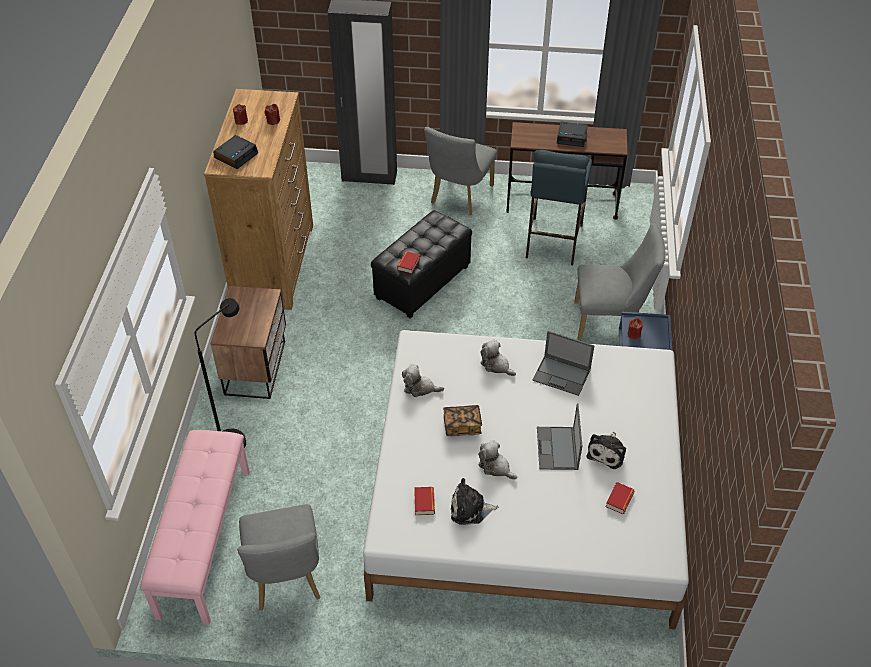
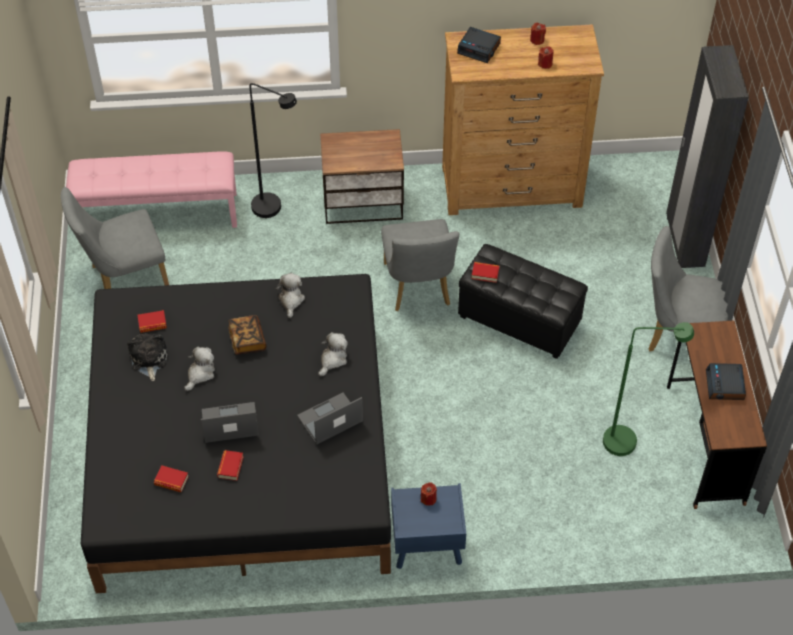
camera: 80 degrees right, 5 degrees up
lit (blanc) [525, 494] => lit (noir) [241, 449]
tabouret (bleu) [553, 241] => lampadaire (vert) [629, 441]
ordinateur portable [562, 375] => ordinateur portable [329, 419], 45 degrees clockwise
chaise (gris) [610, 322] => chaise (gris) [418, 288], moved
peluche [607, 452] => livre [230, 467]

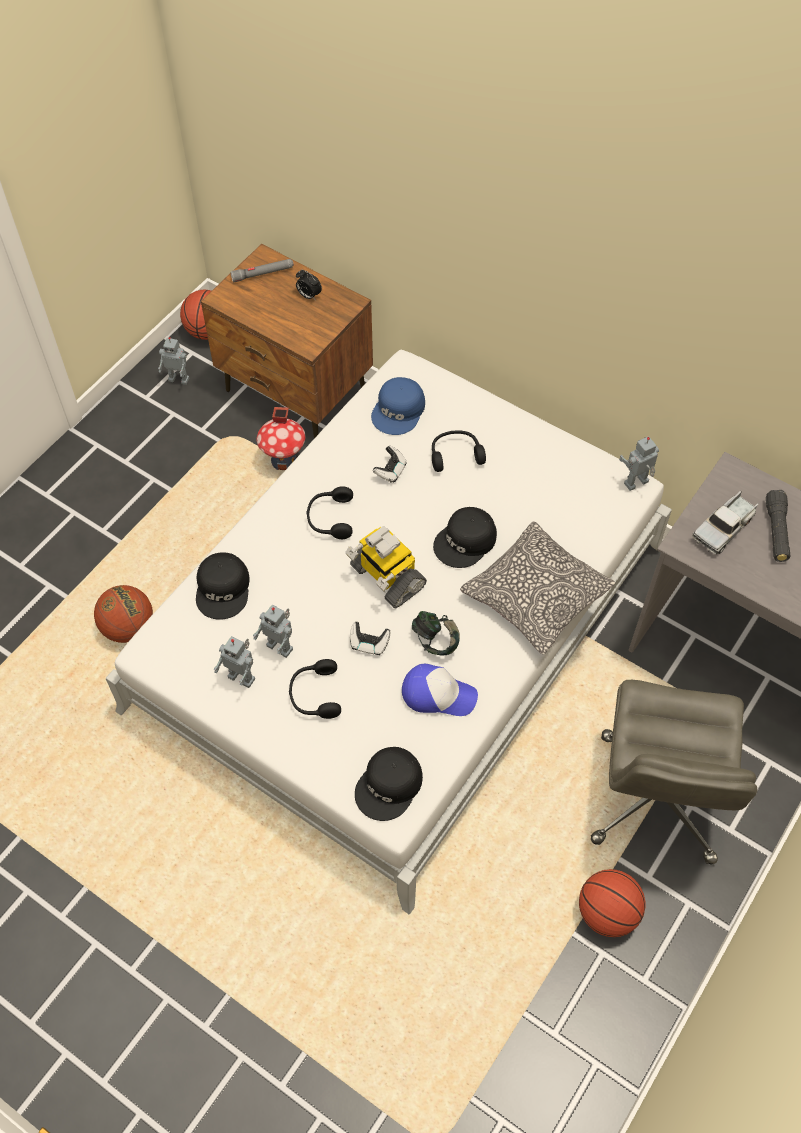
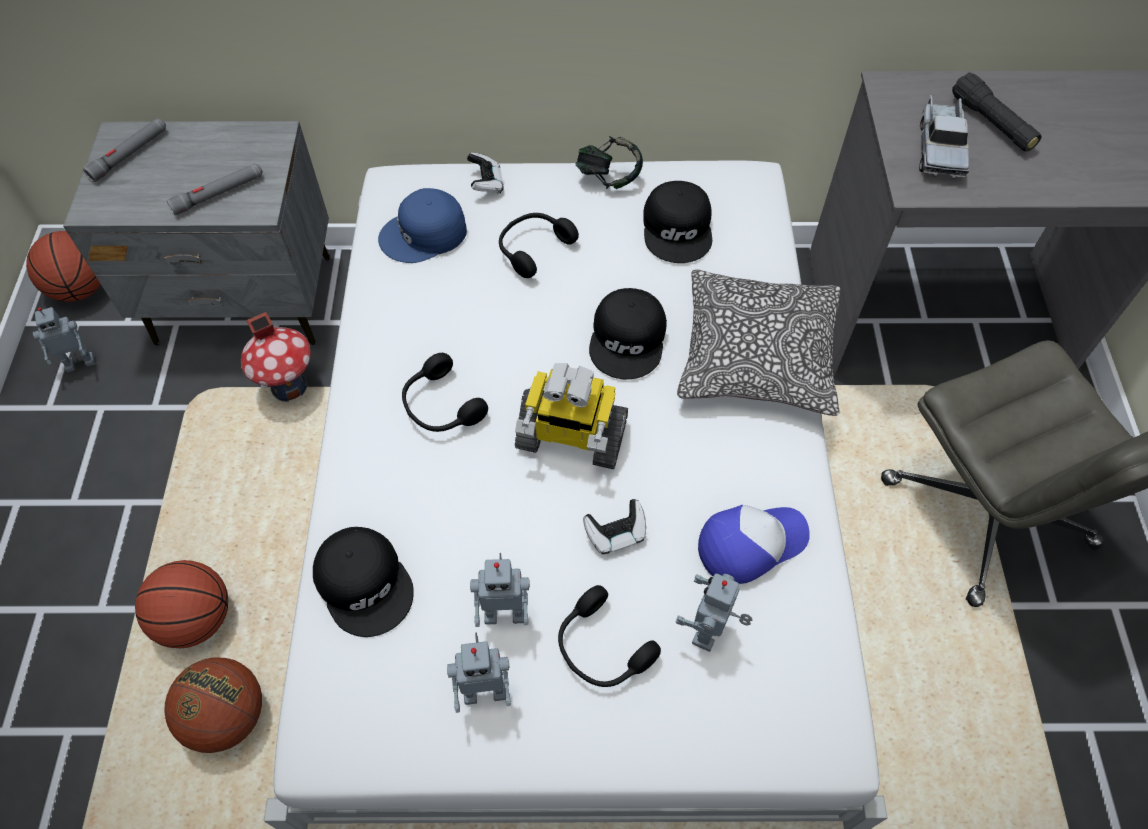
camera: 35 degrees left, 0 degrees up
table de chevet (marron) [296, 391] => table de chevet (gris) [246, 301]
réveil [308, 296] => nothing
casquette (noir) [390, 786] => casquette (noir) [678, 229], moved
casquette (bleu) [399, 410] => casquette (bleu) [424, 234], 75 degrees clockwise
manette [390, 470] => manette [486, 183], moved
casque audio [435, 641] => casque audio [608, 178], moved
ballon de basket [607, 912] => ballon de basket [197, 618], moved
robot jouet [636, 483] => robot jouet [710, 632], moved
nothing => lampe de poche (gris) [218, 194]

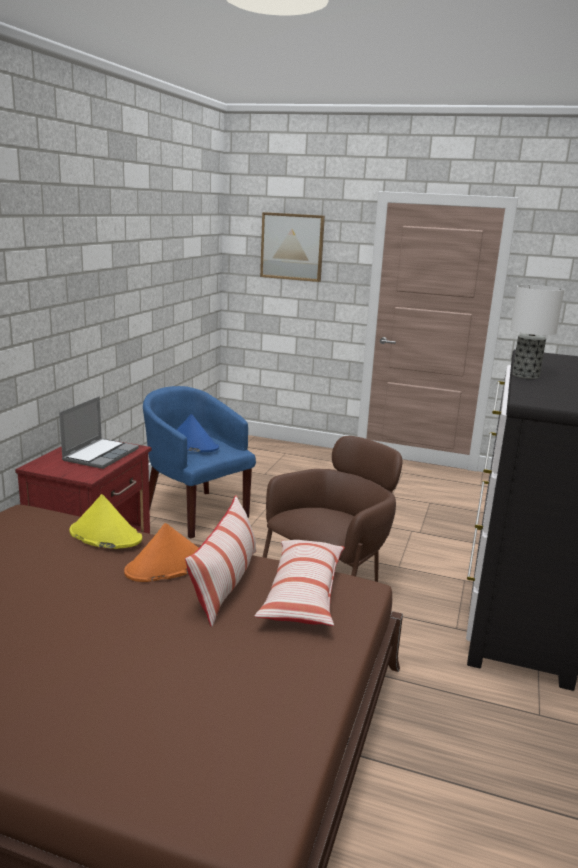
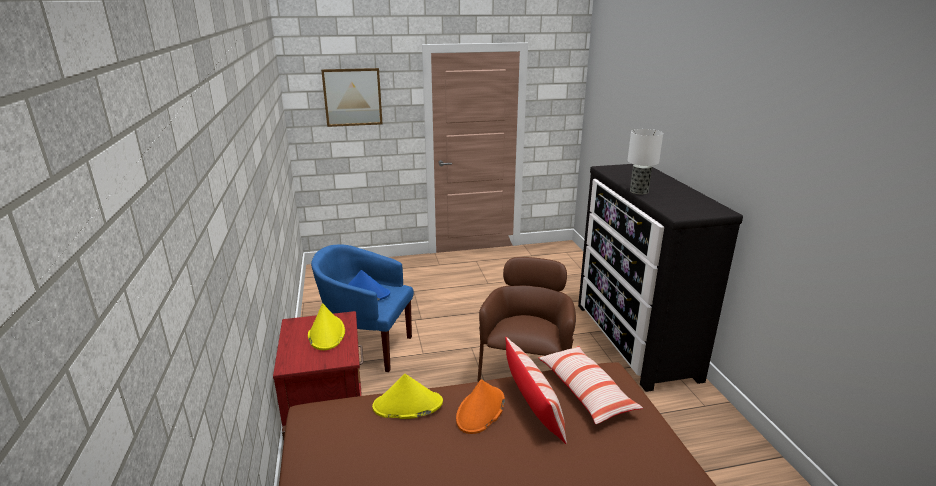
camera: 30 degrees left, 5 degrees up
ordinateur portable [100, 454] => chapeau (jaune) [326, 333]

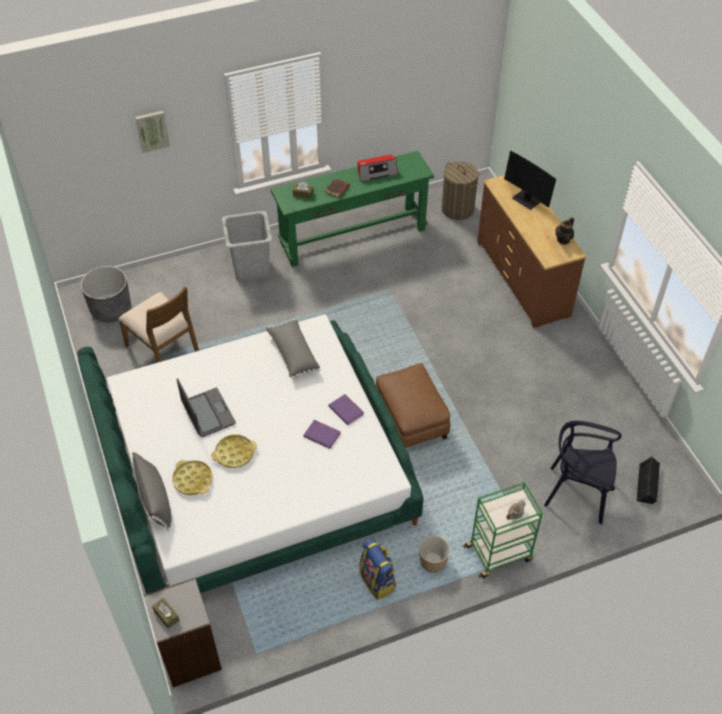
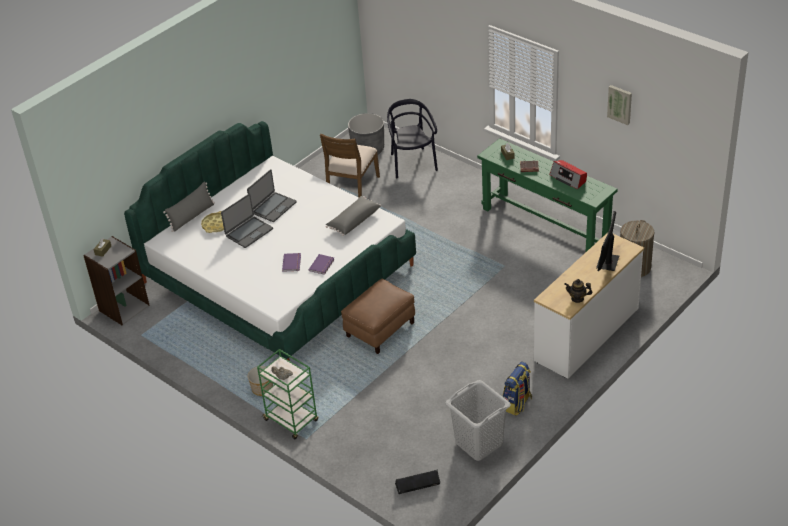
camera: 65 degrees right, 10 degrees down
tableau [152, 130] => tableau [620, 104], moved
plateau (jaune) [234, 453] => ordinateur portable [249, 232]
panier à linge (gris) [251, 268] => panier à linge (gris) [478, 444], moved
sac à dos [378, 581] => sac à dos [517, 404], moved
commode (marron) [523, 278] => commode (blanc) [587, 335]
chaise (noir) [577, 493] => chaise (noir) [412, 163], moved

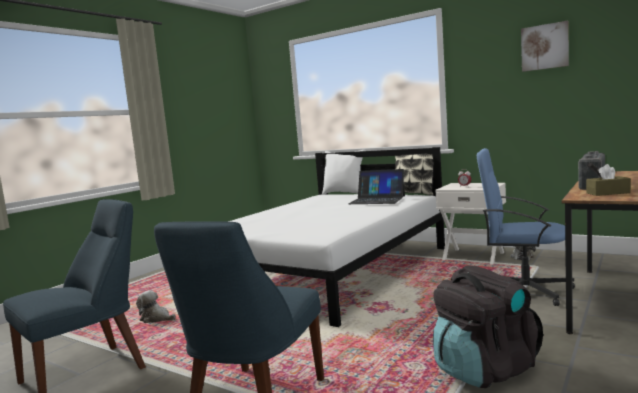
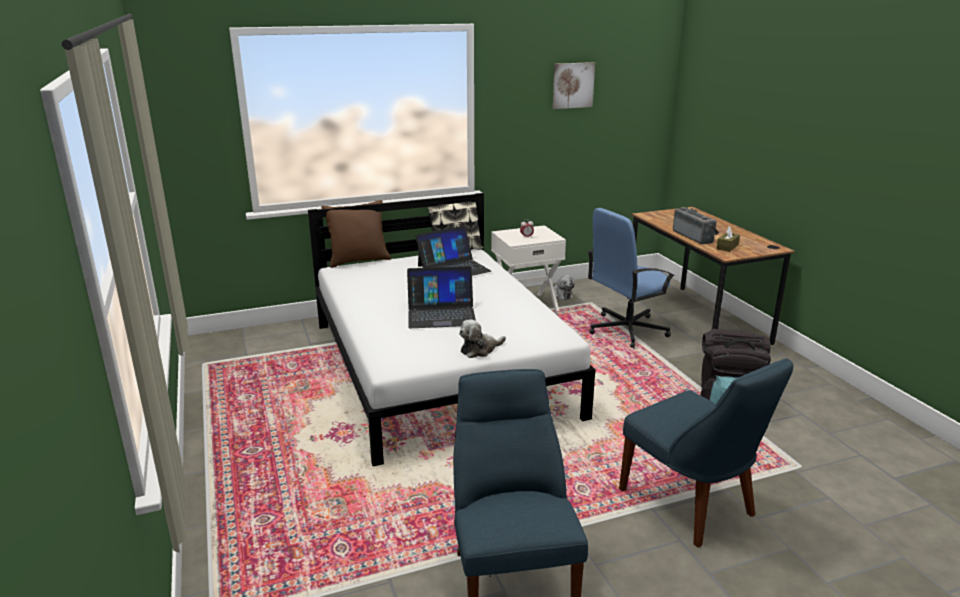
camera: 55 degrees left, 15 degrees up
peluche [156, 319] => peluche [480, 350], moved
coussin (blanc) [344, 193] => coussin (marron) [358, 261]
nothing => ordinateur portable [441, 314]

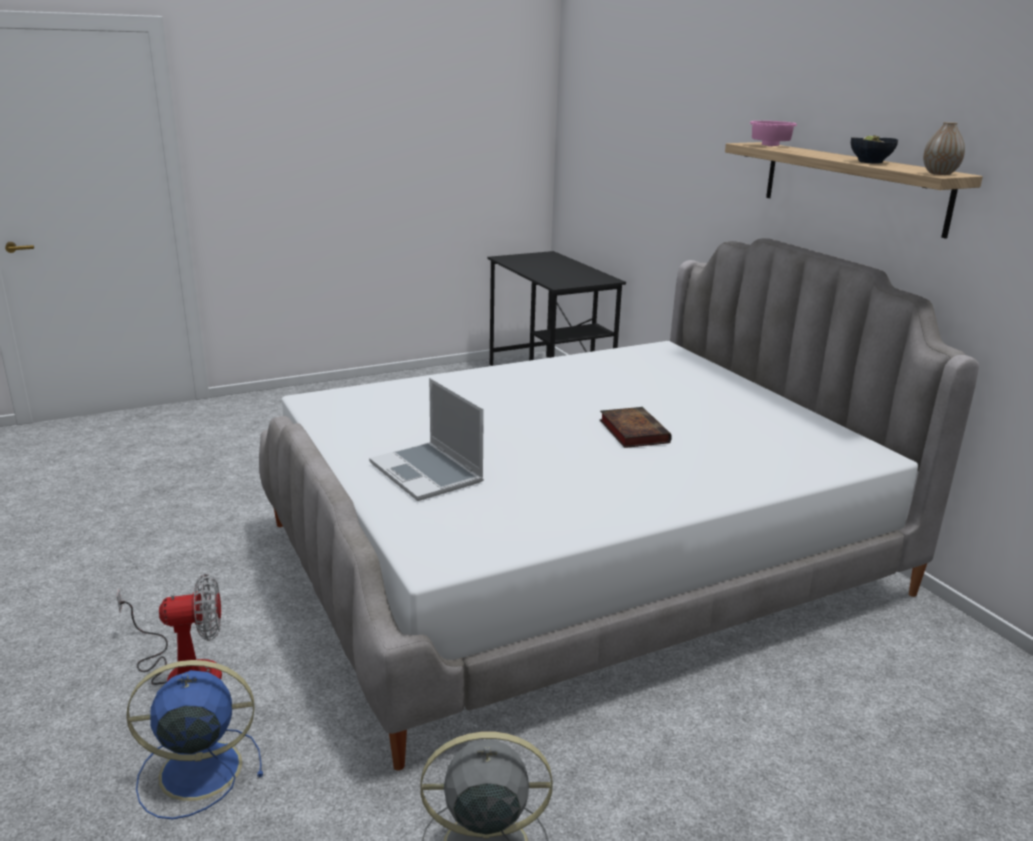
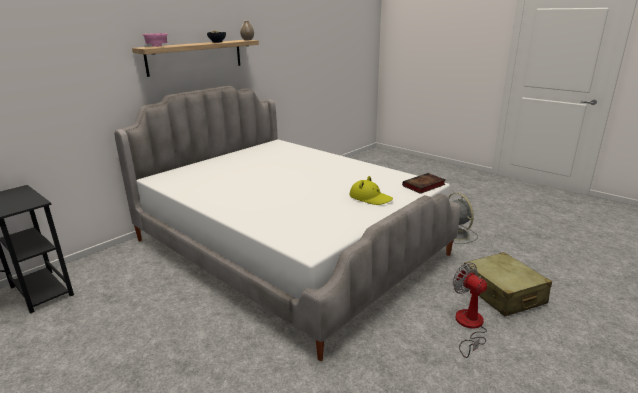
camera: 110 degrees left, 0 degrees up
ventilateur (bleu) [196, 771] => valise (beige) [502, 293]
ordinateur portable [428, 473] => chapeau (jaune) [370, 198]
livre [632, 431] => livre [423, 186], moved

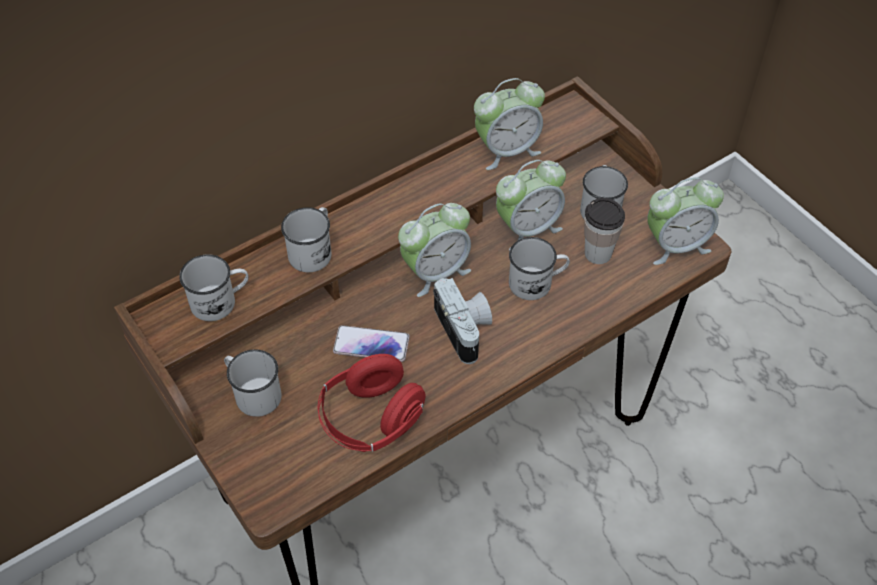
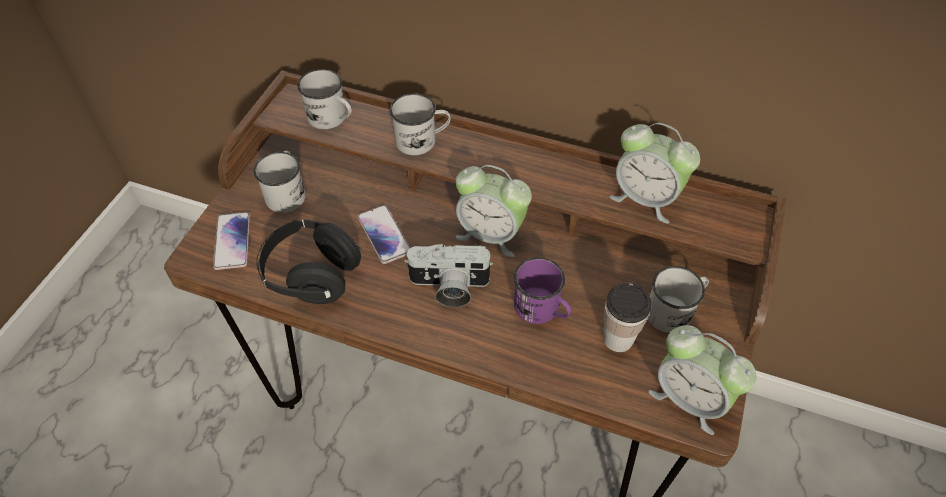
camera: 55 degrees right, 0 degrees up
casque audio (rouge) [371, 420] => casque audio (noir) [312, 275]
appareil photo [466, 330] => appareil photo [448, 287], 60 degrees clockwise
réveil [528, 228] => nothing
mug (blanc) [537, 283] => mug (violet) [542, 310]
nothing => téléphone [232, 241]

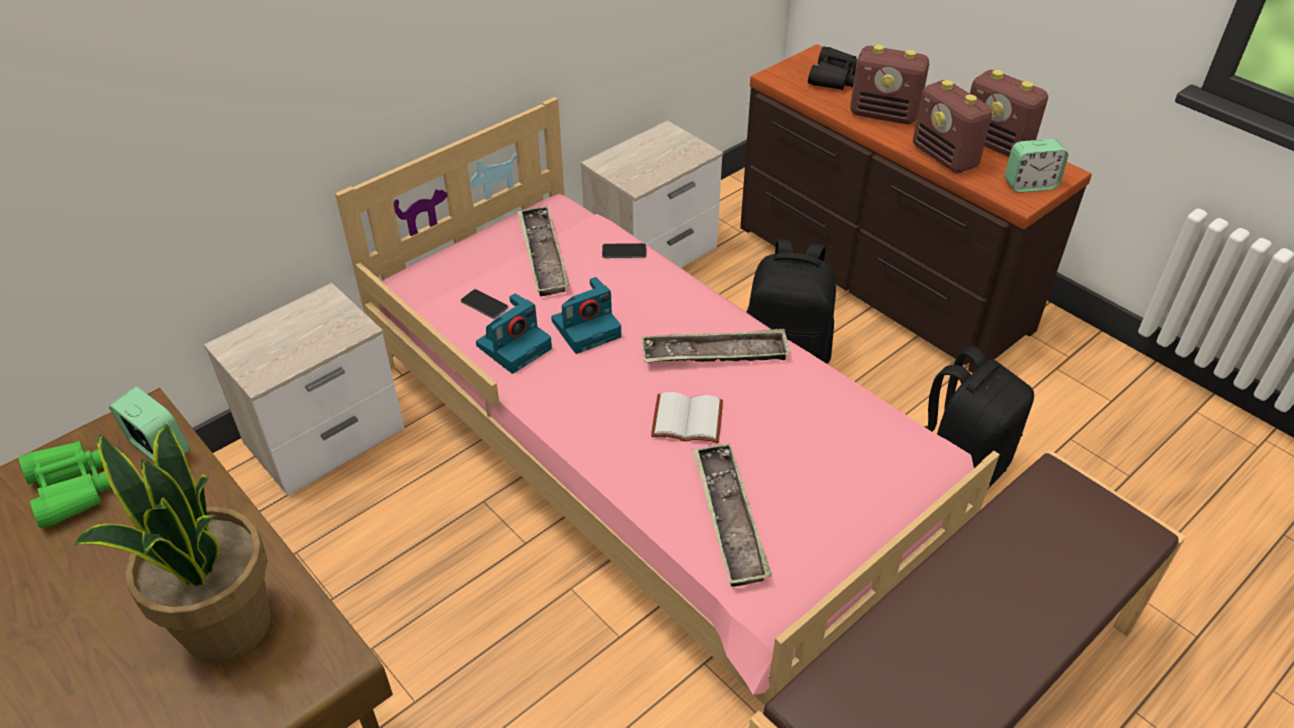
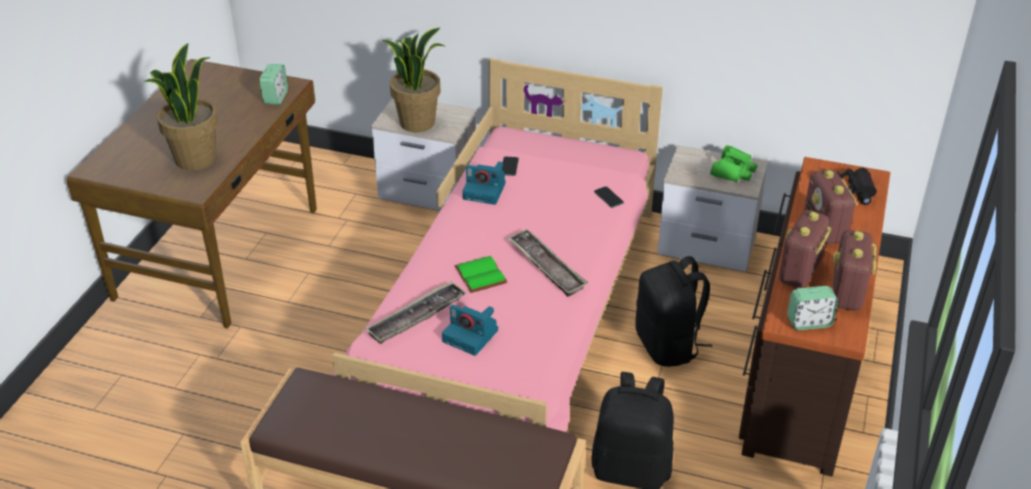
camera: 60 degrees right, 5 degrees down
jumelles (vert) [73, 489] => jumelles (vert) [733, 171], moved
plateau [543, 255] => nothing
appareil photo [587, 328] => appareil photo [471, 336], moved
livre (blanc) [686, 421] => livre (vert) [479, 275]
réveil [1030, 185] => réveil [809, 322], 60 degrees counterclockwise
nothing => plante en pot [417, 122]

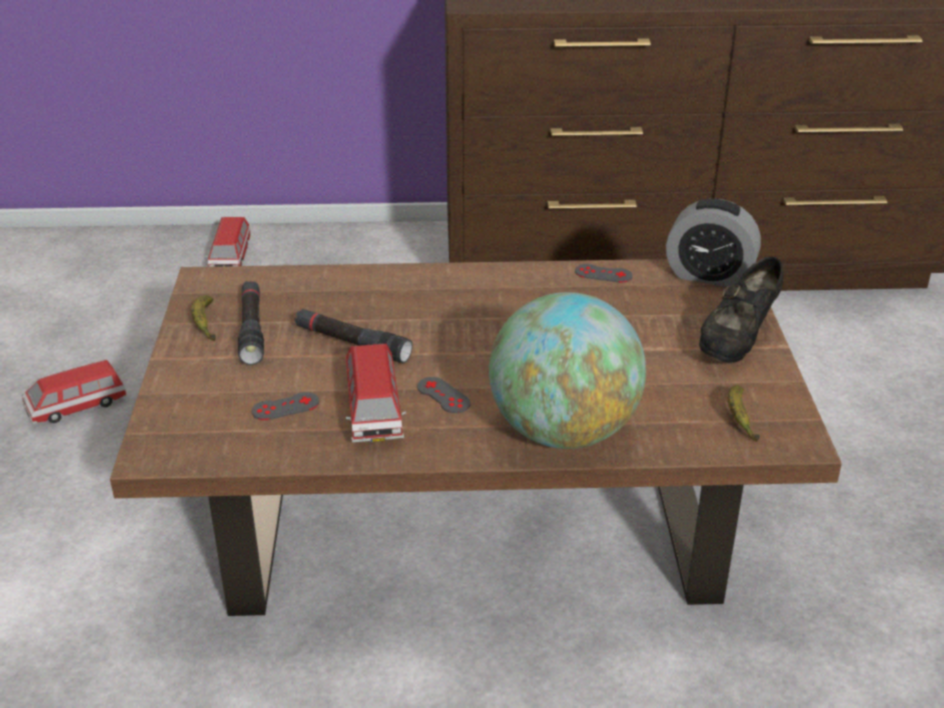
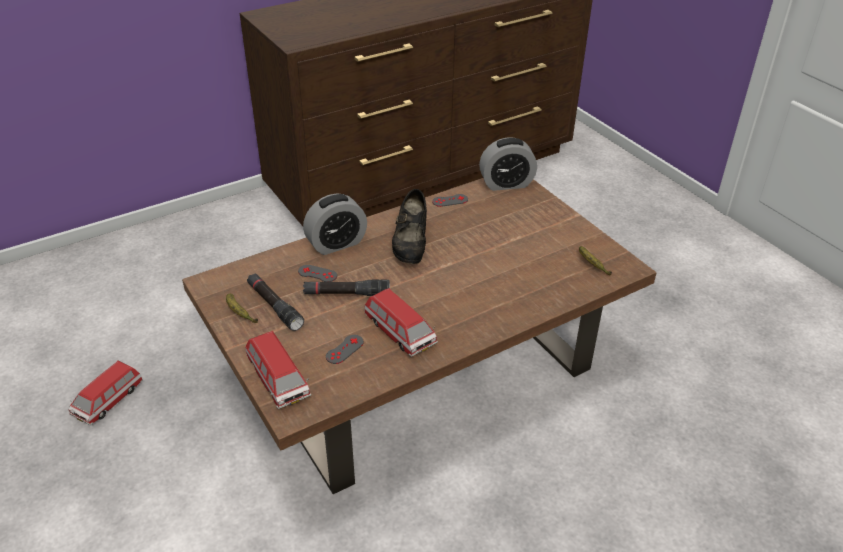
camera: 30 degrees left, 5 degrees up
petite voiture [230, 258] => petite voiture [278, 380], moved
manette (gris) [443, 395] => manette (gris) [317, 273], moved
globe [563, 432] => nothing
chaussure (noir) [737, 340] => chaussure (noir) [410, 246], moved
nothing => réveil [336, 244]

